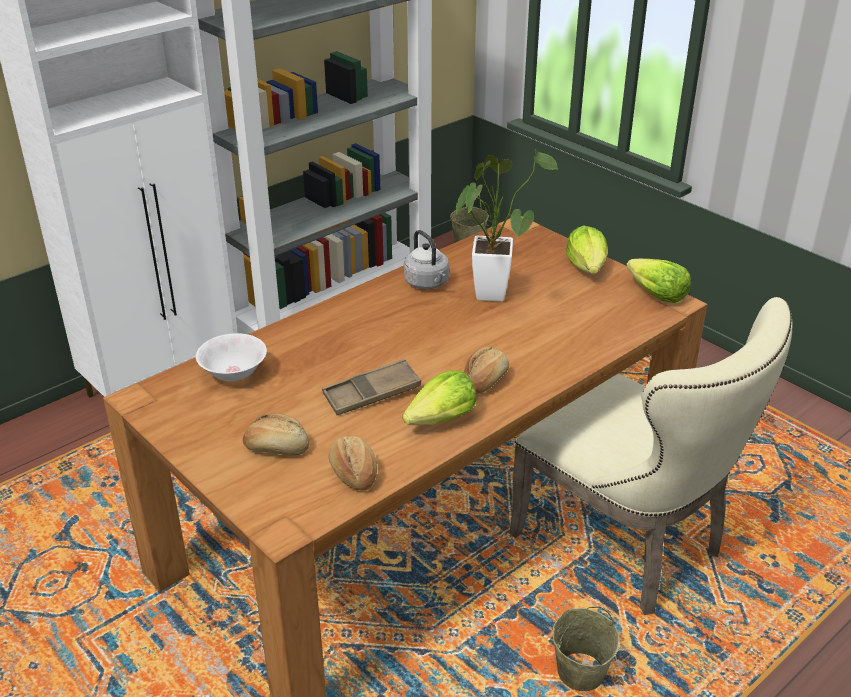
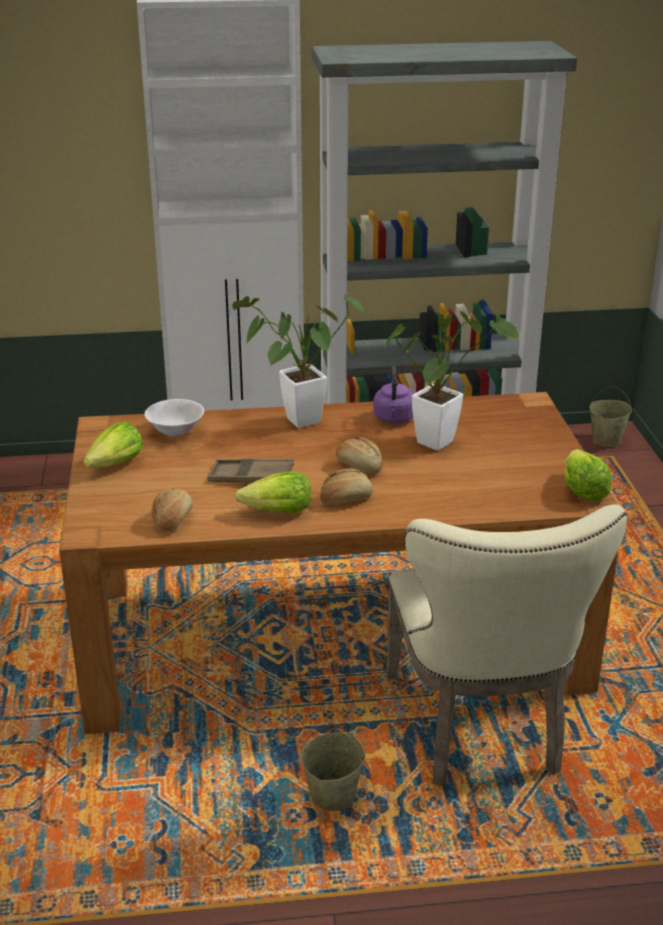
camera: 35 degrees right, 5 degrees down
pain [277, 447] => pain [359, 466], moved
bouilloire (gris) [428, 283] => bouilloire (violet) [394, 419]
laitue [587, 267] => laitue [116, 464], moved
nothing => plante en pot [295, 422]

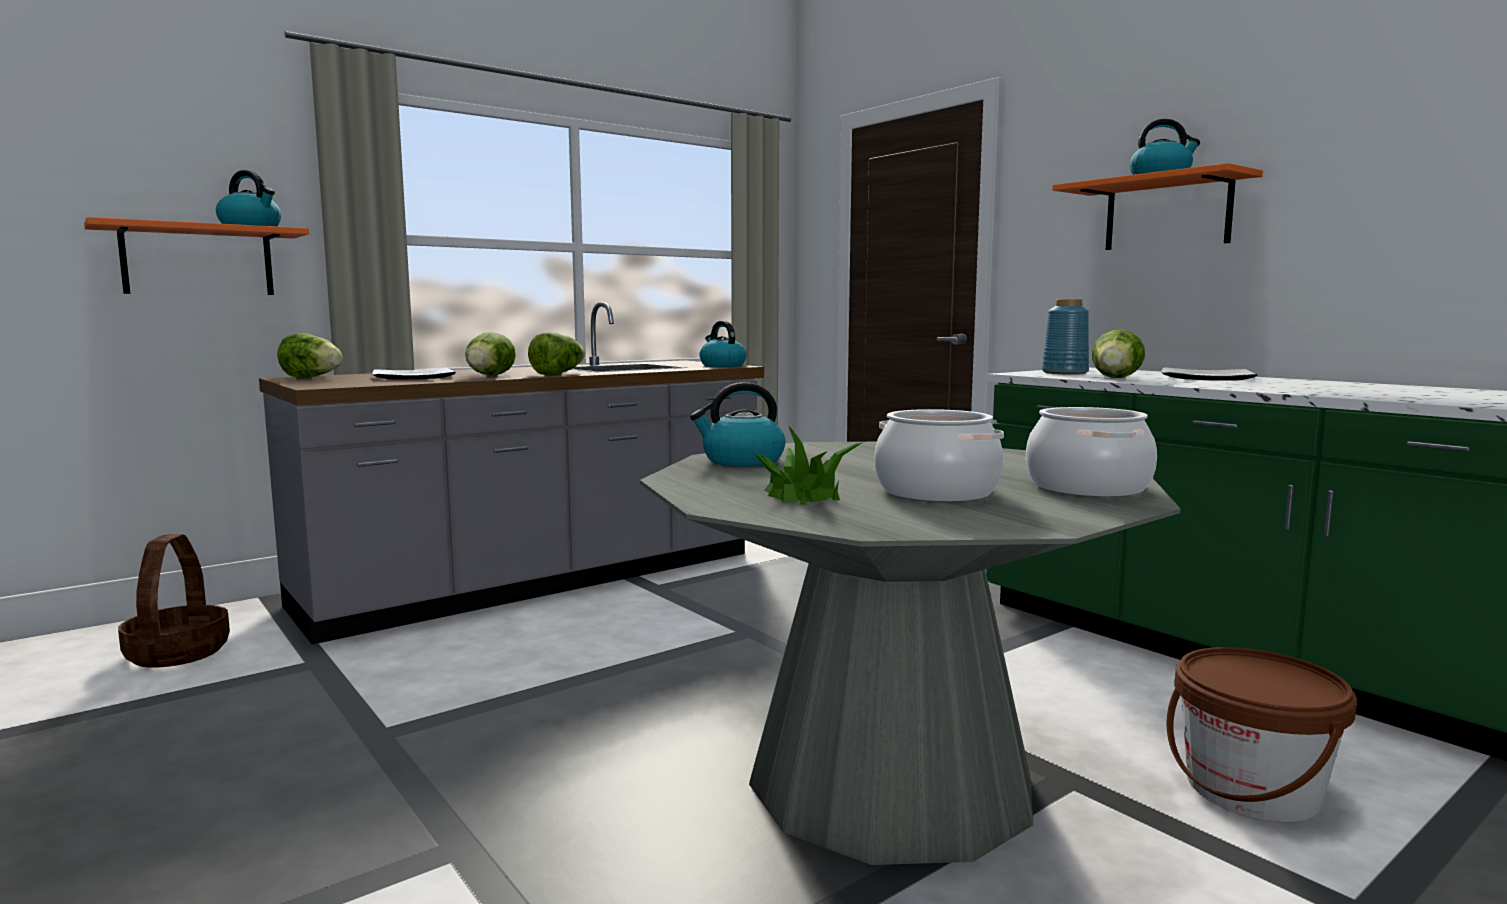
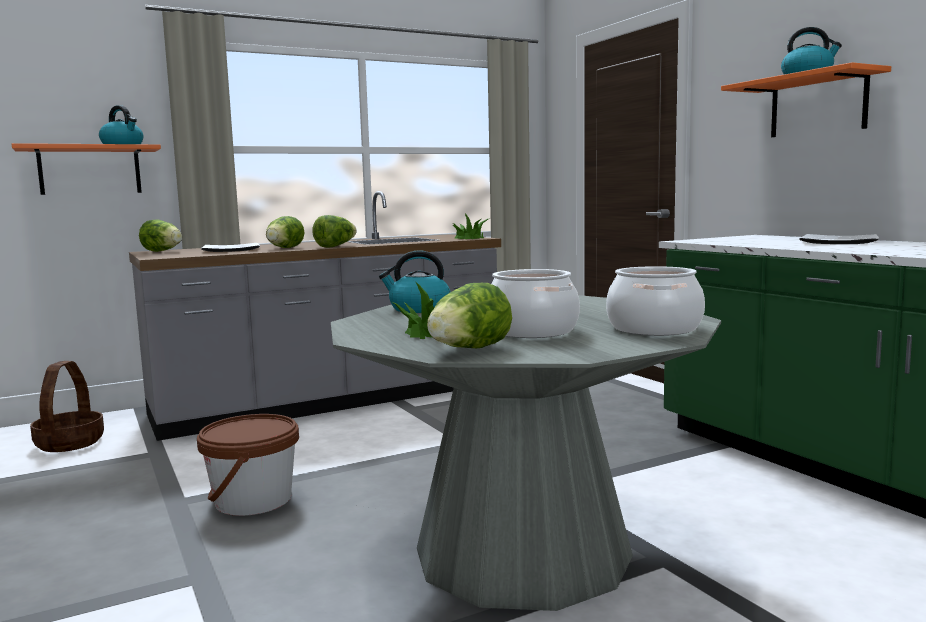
camera: 10 degrees right, 0 degrees up
bouilloire [722, 365] => plante en pot [469, 238]
vase (bleu) [1065, 373] => nothing
laitue [1115, 378] => laitue [469, 349], moved
seau (marron) [1251, 790] => seau (marron) [253, 500], moved

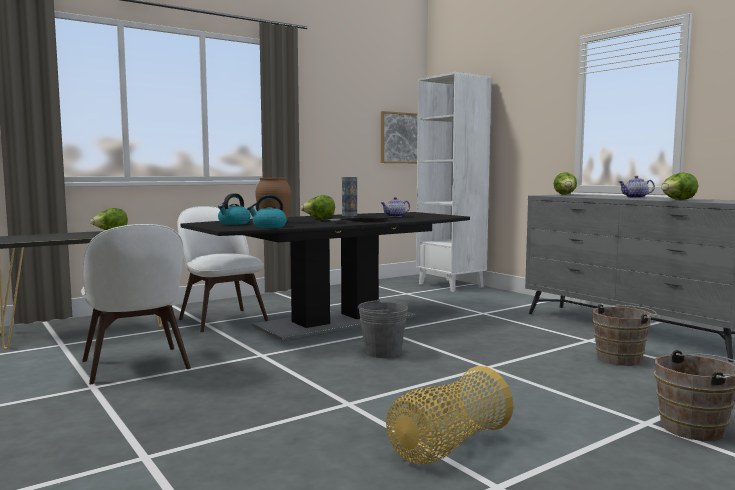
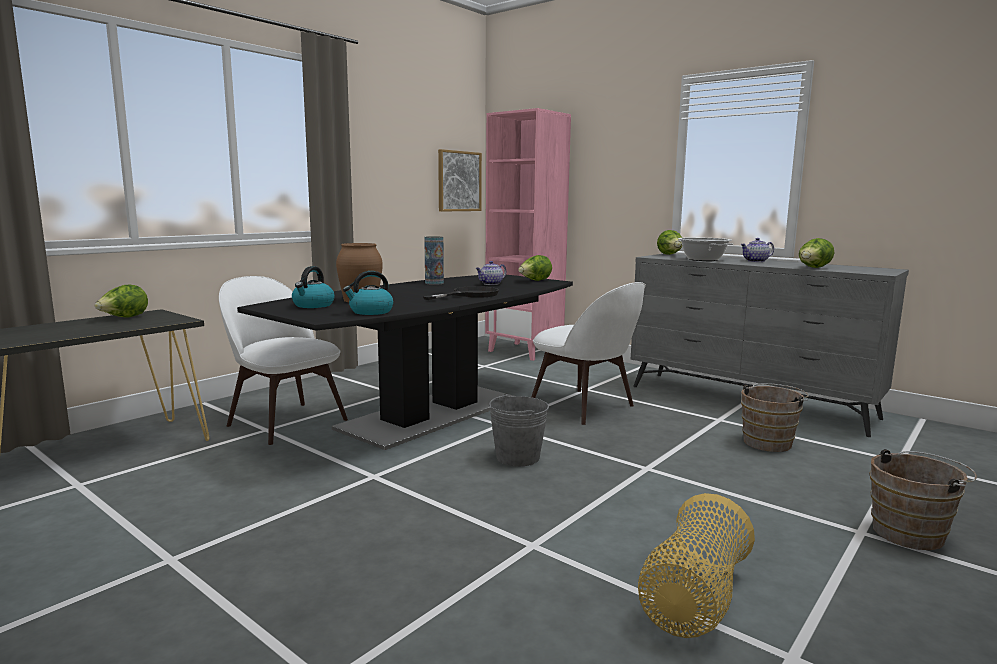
camera: 15 degrees left, 5 degrees up
chaise (blanc) [136, 366] => chaise (blanc) [585, 407], moved
laitue [319, 219] => laitue [535, 281], moved
bibliothèque (blanc) [451, 285] => bibliothèque (rose) [525, 351]
nothing => marmite [703, 259]

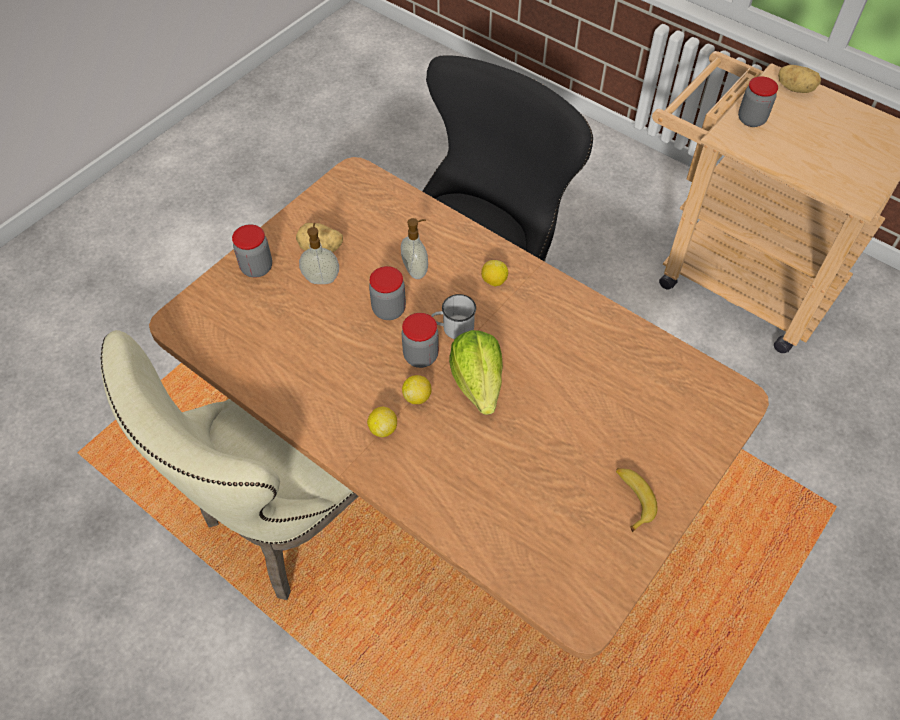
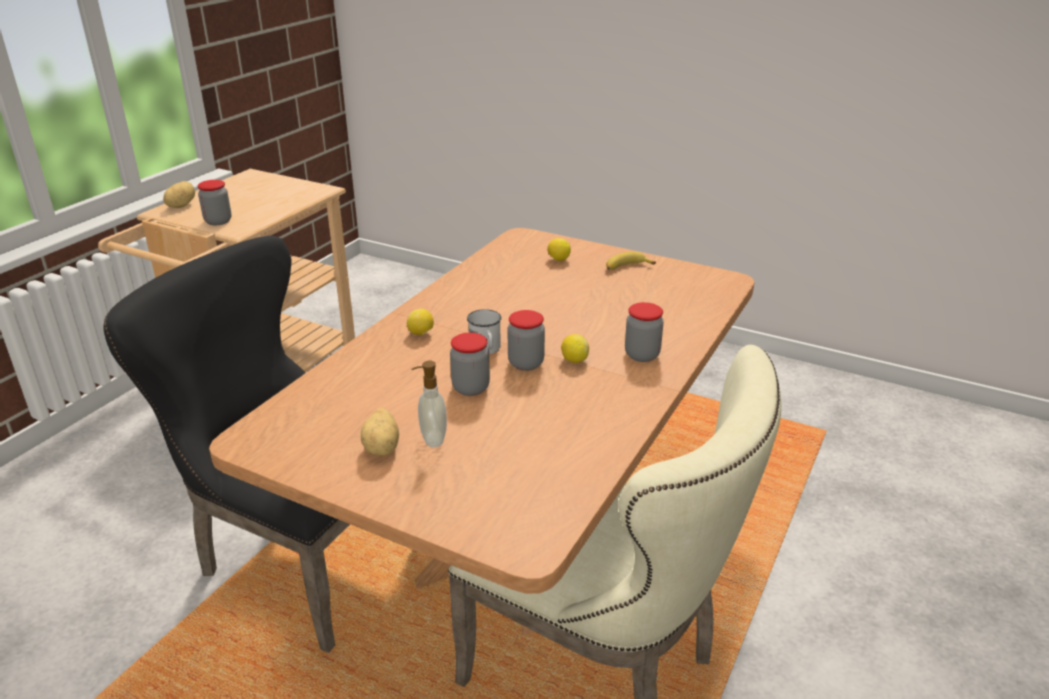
camera: 100 degrees left, 25 degrees down
bocal [257, 268] => bocal [642, 355], moved
citron [383, 428] => citron [558, 260], moved
distributeur de savon [416, 270] => nothing
laitue [478, 383] => nothing

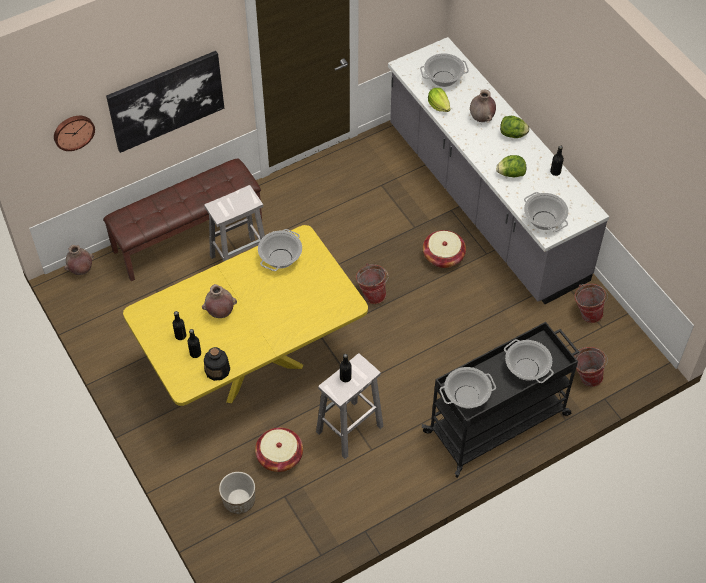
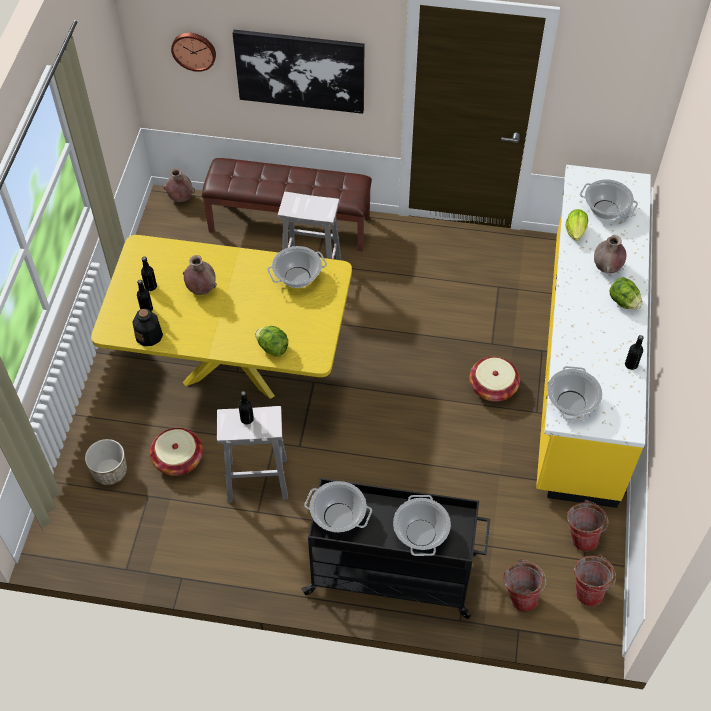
camera: 40 degrees right, 0 degrees up
seau [372, 293] => seau [588, 589], moved
comptoir de cuisine (gris) [484, 203] => comptoir de cuisine (jaune) [581, 365]
laitue [510, 174] => laitue [272, 347], moved

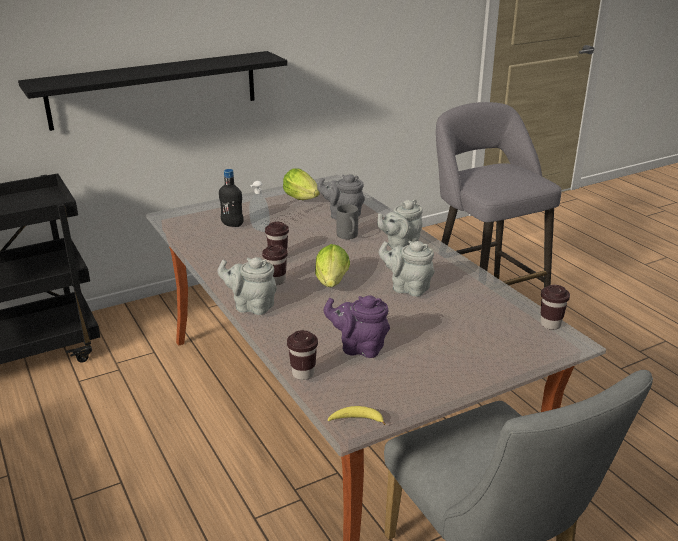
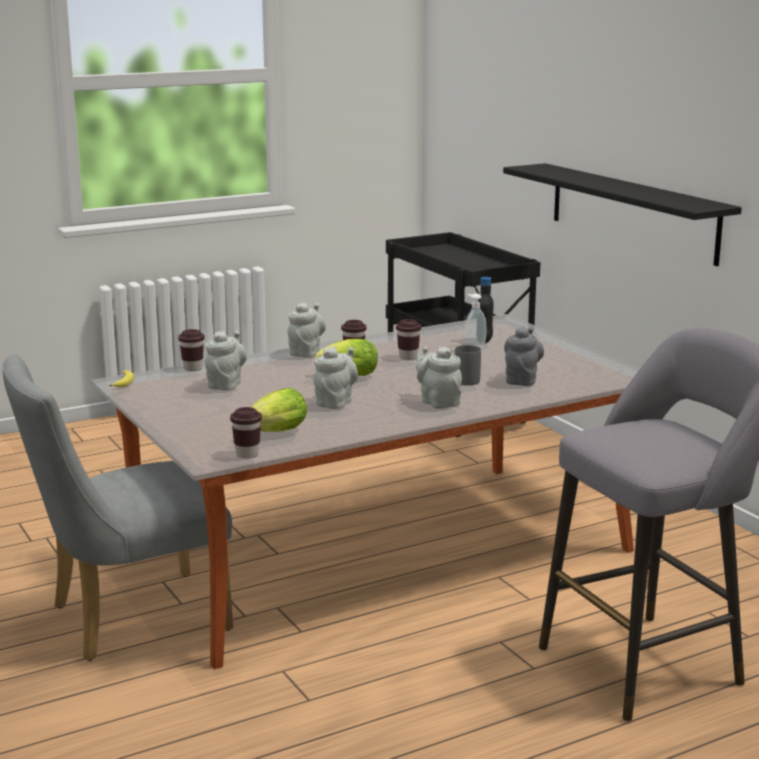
camera: 90 degrees right, 10 degrees down
laitue [303, 199] => laitue [274, 433], moved
théière (violet) [359, 348] => théière (gris) [226, 384]

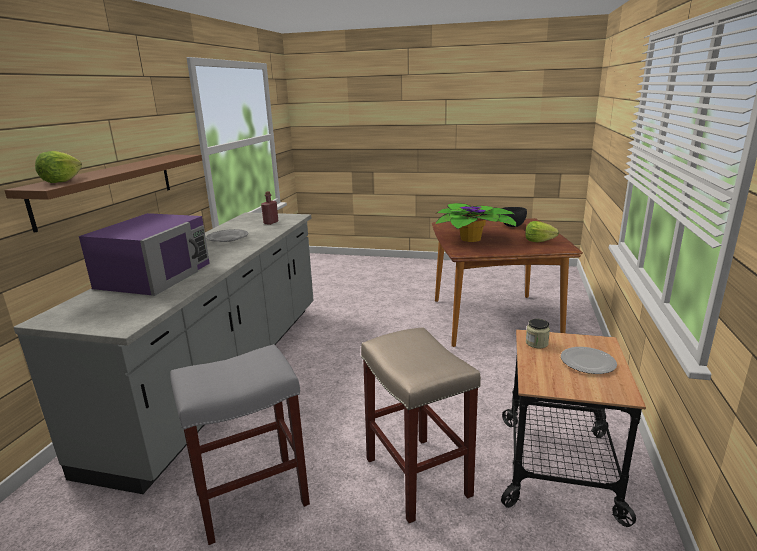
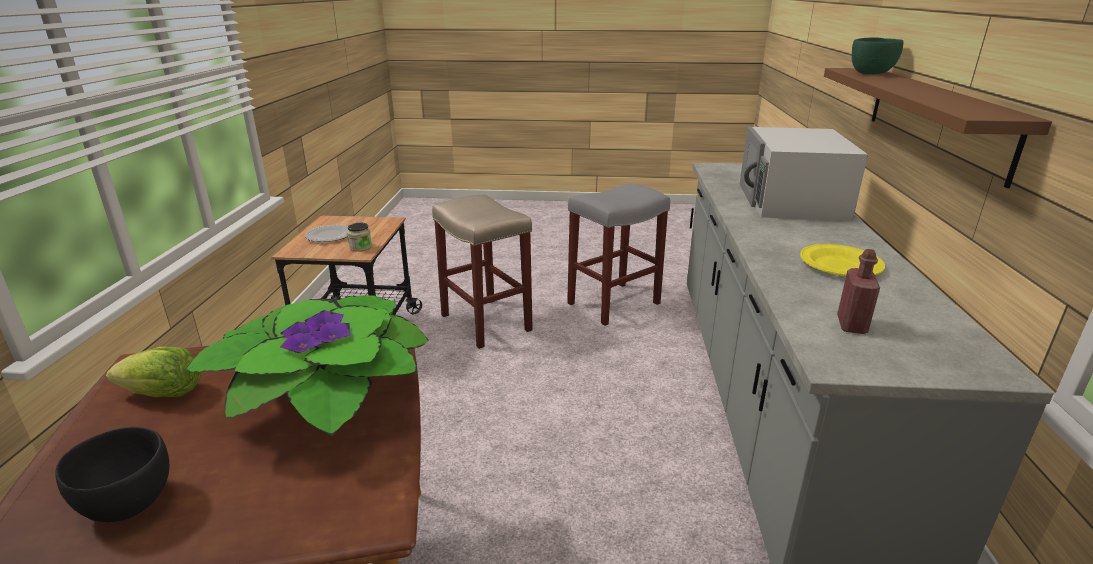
camera: 170 degrees right, 5 degrees up
laitue [62, 181] => bol (vert) [871, 73]
micro-ondes (violet) [156, 275] => micro-ondes (blanc) [792, 201]
assiette (gris) [227, 238] => assiette (jaune) [840, 265]

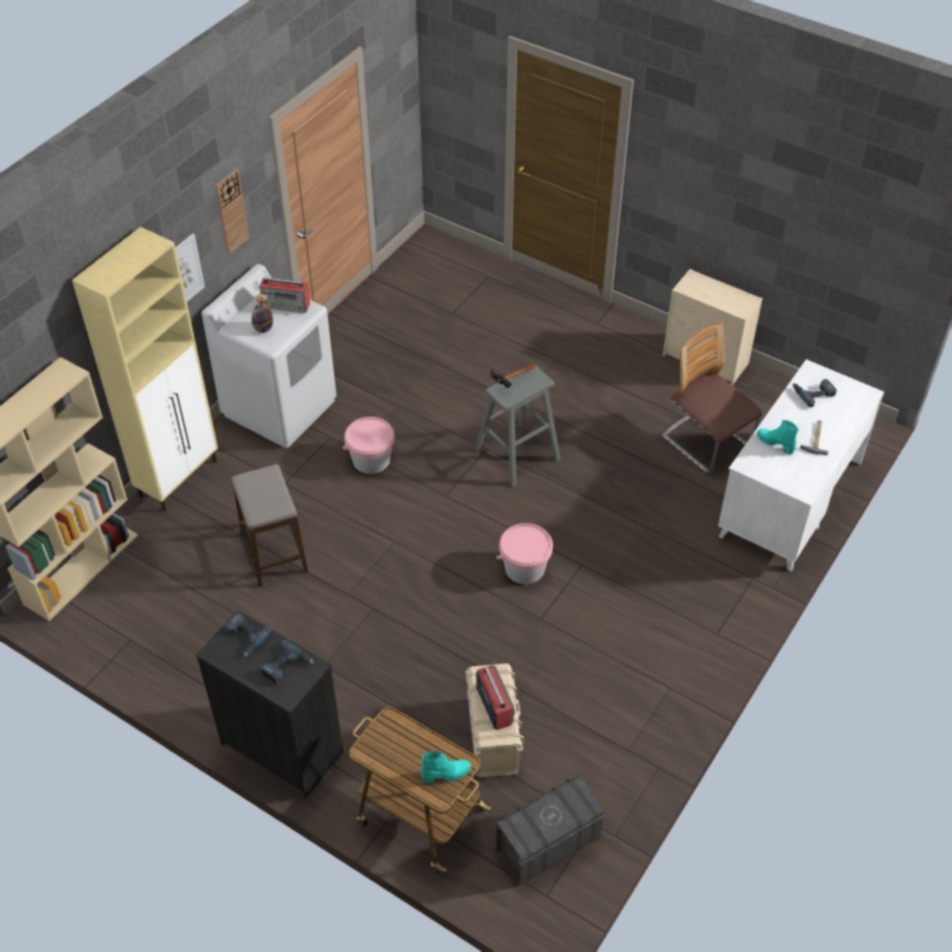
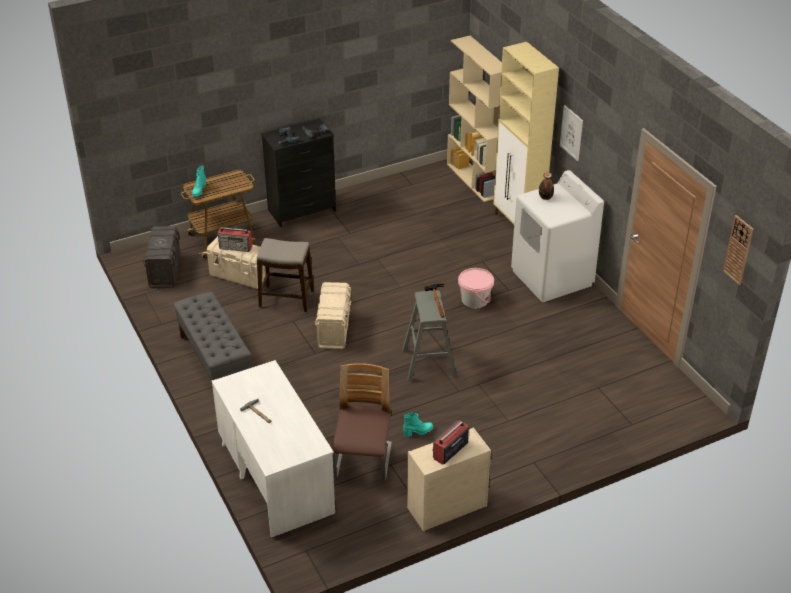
camera: 120 degrees right, 10 degrees down
horloge murale [231, 211] => horloge murale [738, 250], moved
tabouret [274, 553] => tabouret [286, 299], moved
radio [287, 305] => radio [450, 451], moved
seau (rose) [524, 568] => boîte de rangement (beige) [334, 329]
chaise [706, 442] => chaise [363, 462], 75 degrees counterclockwise
botte (turquoise) [775, 443] => botte (turquoise) [418, 432], moved
perceuse [813, 393] => nothing
nothing => banc (gris) [215, 361]

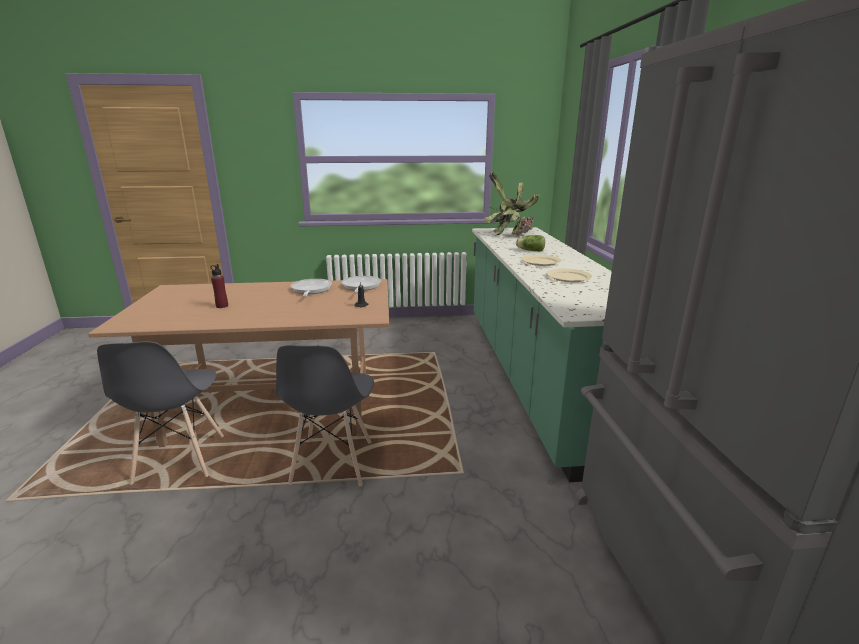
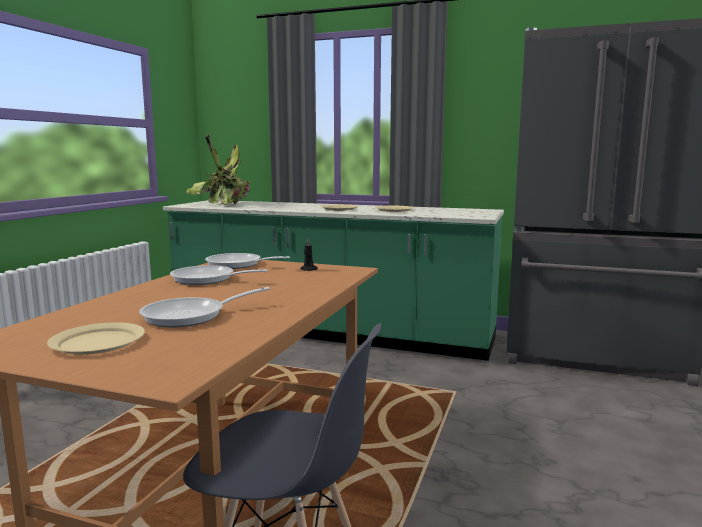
camera: 65 degrees left, 10 degrees down
bouteille (rouge) [222, 306] => poêle [191, 316]
chaise (gris) [332, 463] => nothing
laitue [529, 250] => nothing
nothing => assiette (beige) [98, 342]

